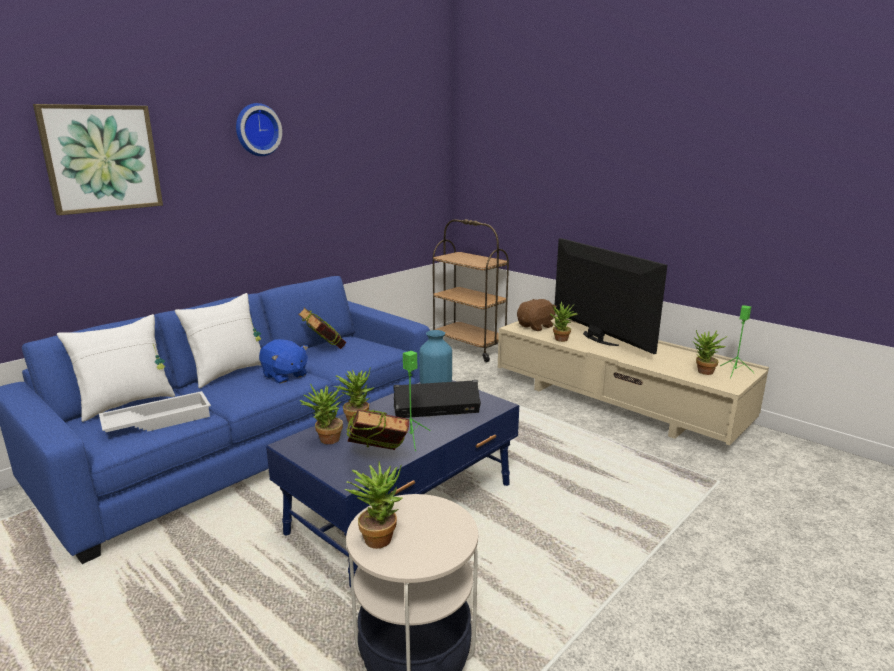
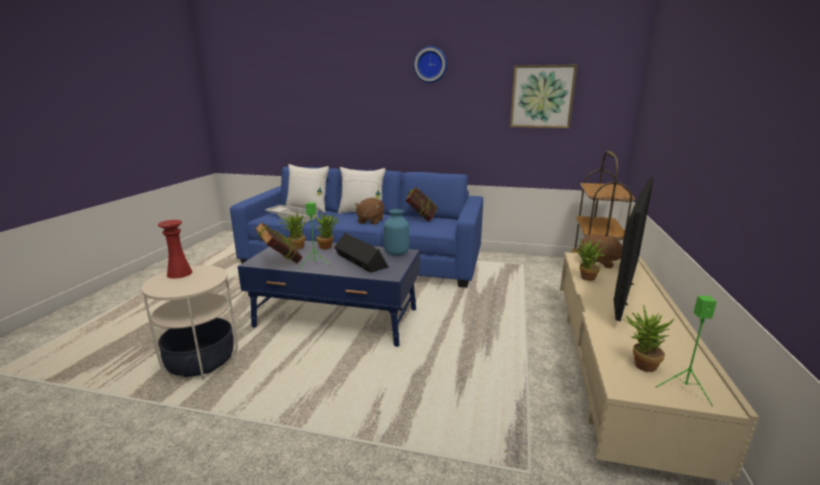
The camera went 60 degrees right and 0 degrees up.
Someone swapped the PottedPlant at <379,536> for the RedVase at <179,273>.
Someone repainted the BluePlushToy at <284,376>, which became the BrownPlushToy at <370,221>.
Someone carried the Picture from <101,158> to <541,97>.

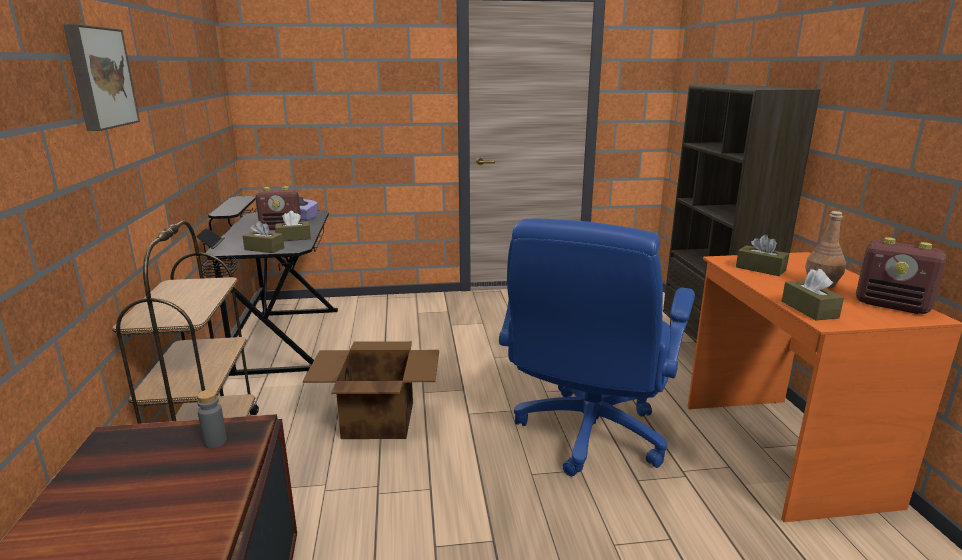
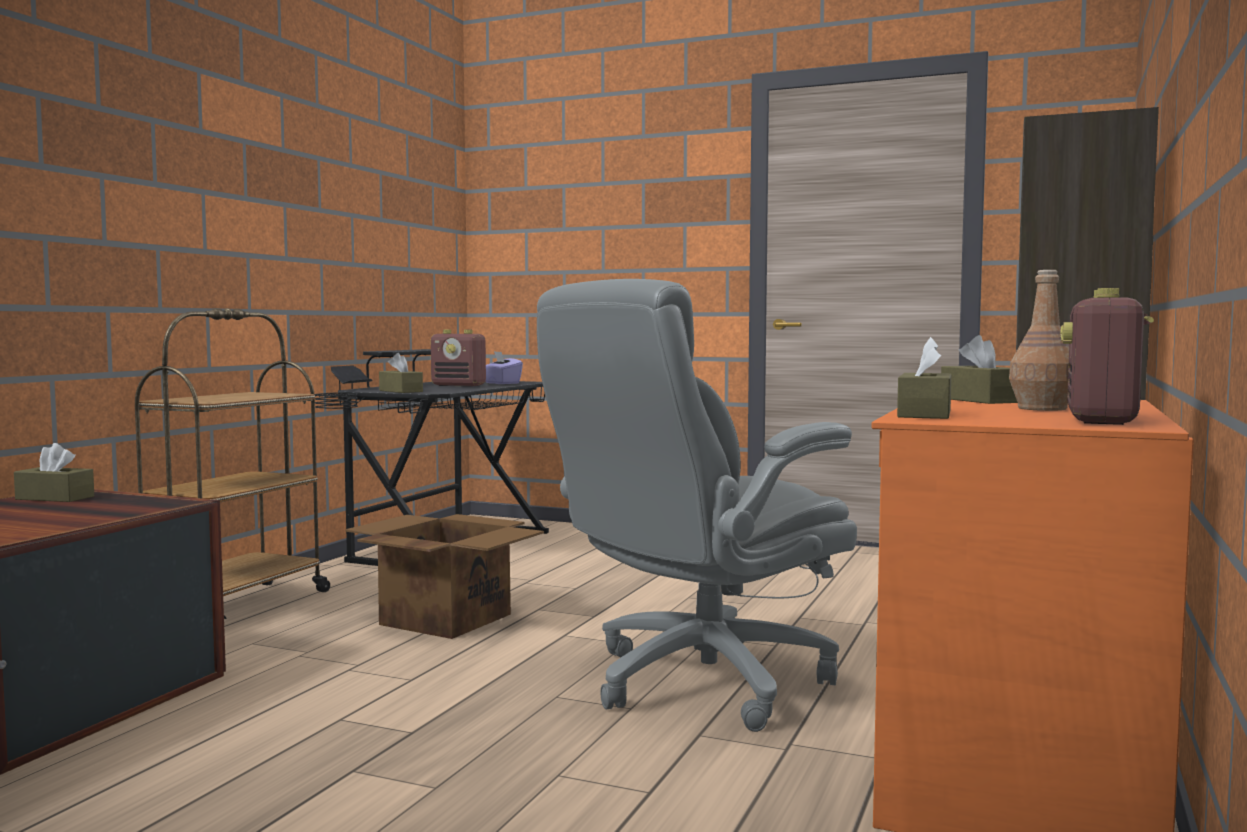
The camera went 30 degrees right and 15 degrees down.
Someone carried the BrownTissueBox from <293,238> to <55,498>.
Someone repainted the BlueOfficeChair at <586,436>, which became the GreyOfficeChair at <695,683>.
Someone rotated the Radio at <892,306> by 45 degrees clockwise.
Someone took away the Picture at <99,77>.
Someone took away the GreyBottle at <215,442>.

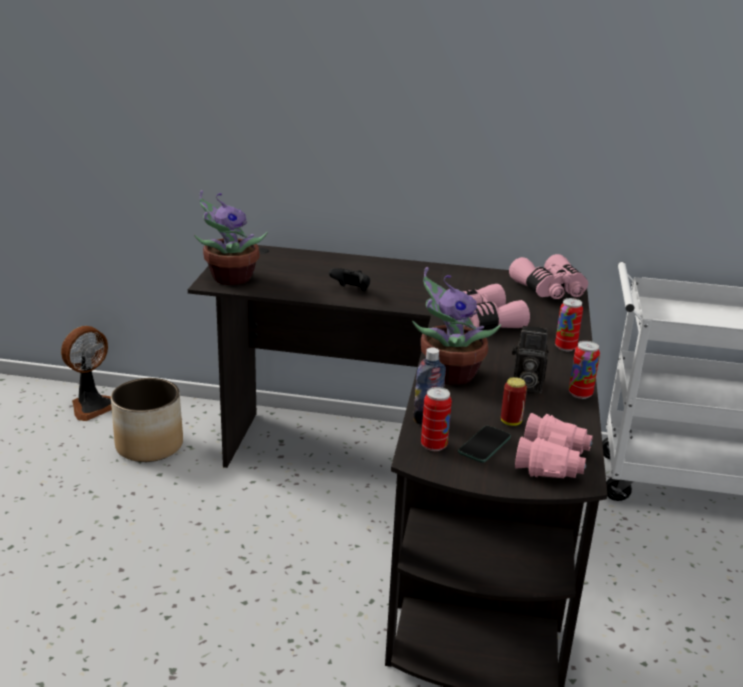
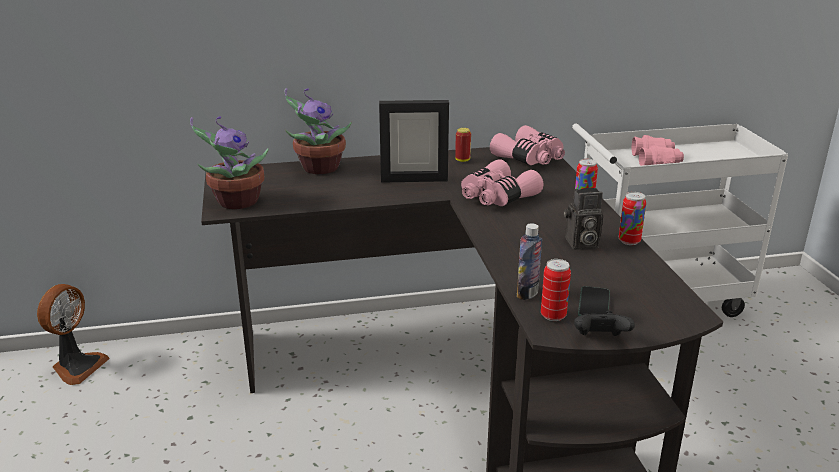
The camera went 20 degrees left and 0 degrees up.
Someone carried the PottedPlant from <448,374> to <318,168>.
Someone put down the PictureFrame at <414,179>.
Someone carried the Can from <511,422> to <462,160>.
Someone carried the BlackGameController from <351,290> to <600,339>.
Someone carried the PinkBinoculars from <552,461> to <656,161>.
Someone took away the Planter at <150,445>.

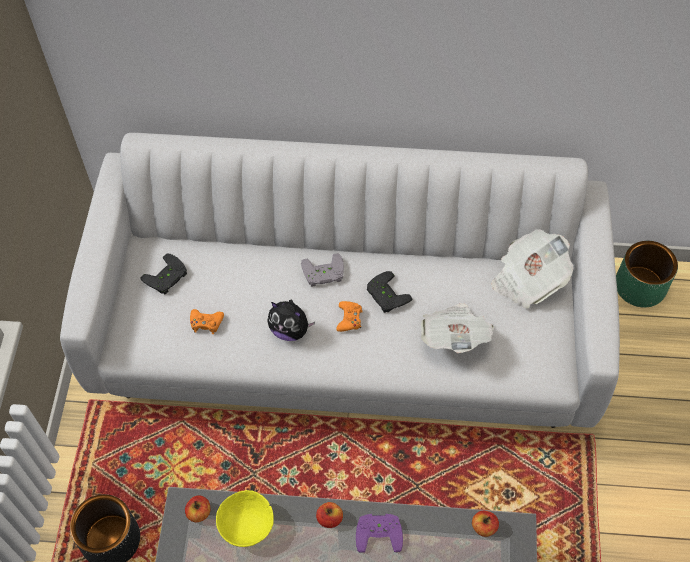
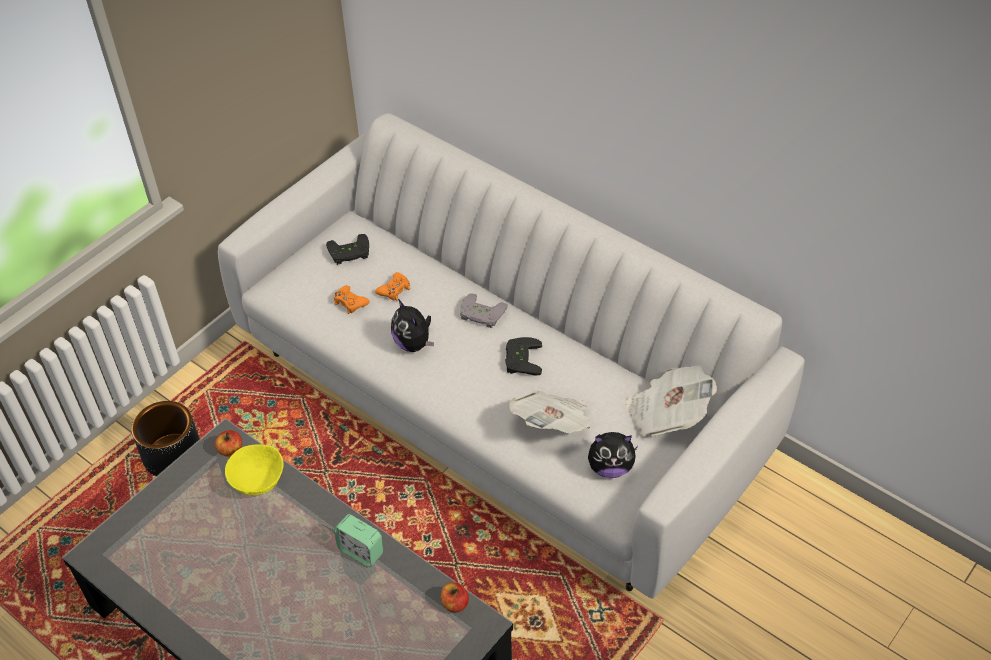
The camera went 35 degrees right and 10 degrees down.
Someone swapped the PurpleGameController at <379,531> for the AlarmClock at <361,551>.
Someone carried the OrangeGameController from <349,319> to <394,290>.
Someone put down the PlushToy at <610,467>.
Someone took away the Apple at <329,518>.
Someone took away the GreenPlanter at <640,286>.

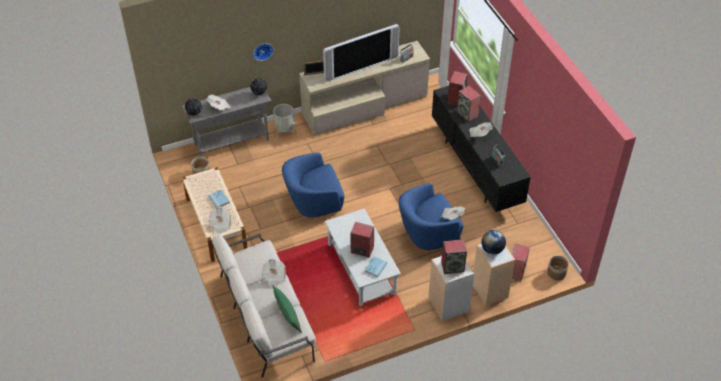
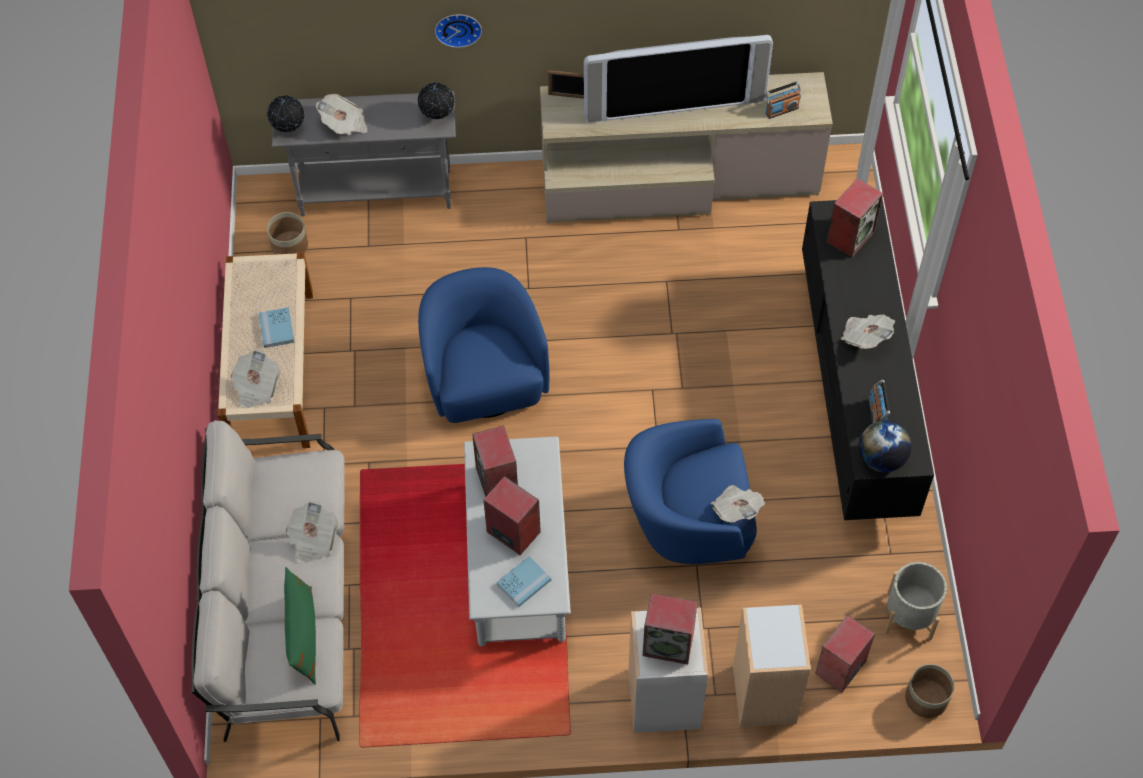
The camera went 20 degrees right and 10 degrees up.
Someone rotated the BlueArmchair at <314,203> by 75 degrees clockwise.
Someone carried the Speaker from <467,114> to <497,481>.
Someone carried the Globe from <492,249> to <881,459>.
Someone carried the GreyPlanter from <285,131> to <909,615>.

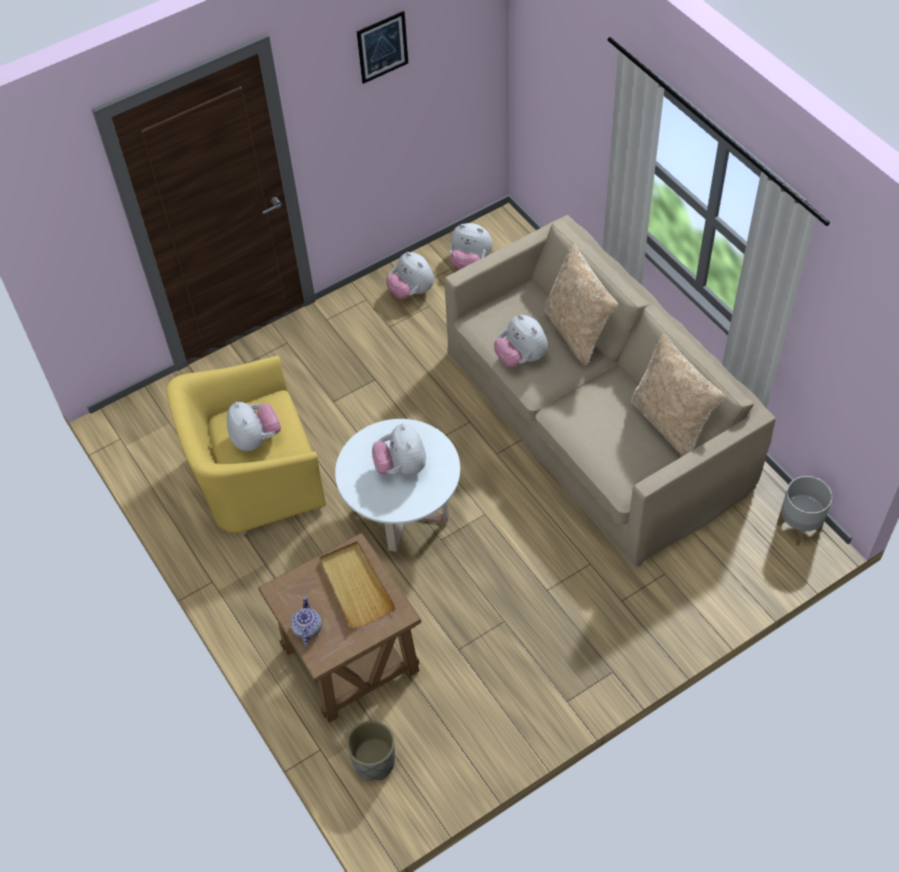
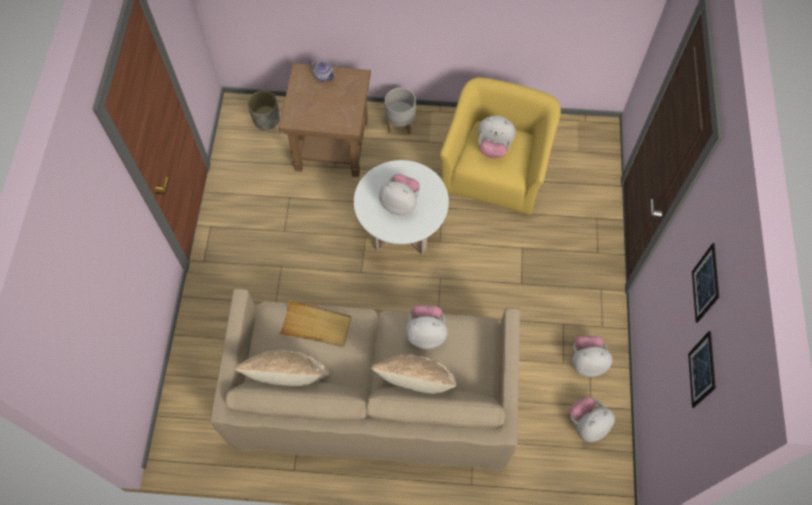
The camera went 125 degrees right and 10 degrees up.
Someone carried the BeigeTray from <356,586> to <316,325>.
Someone carried the GreyPlanter from <799,527> to <400,124>.
Someone put up the Picture at <702,370>.

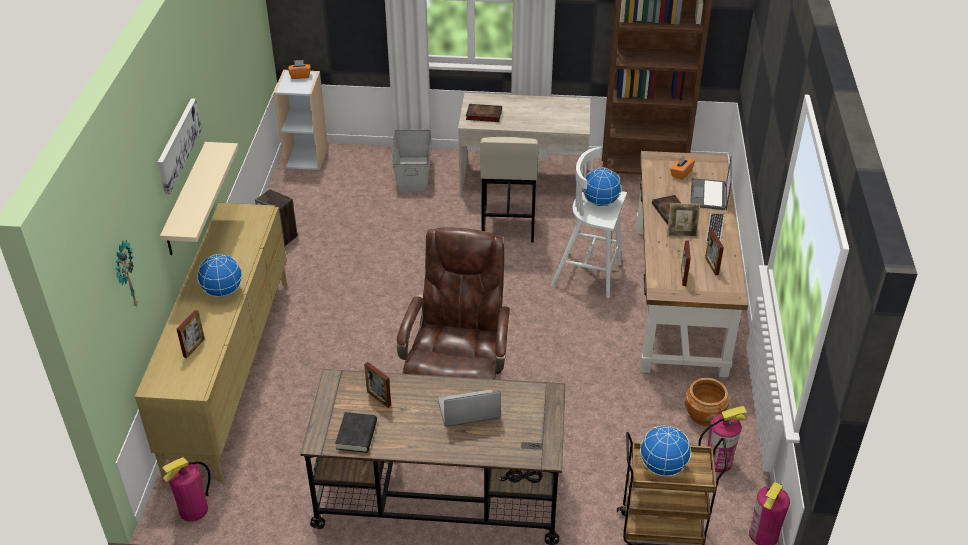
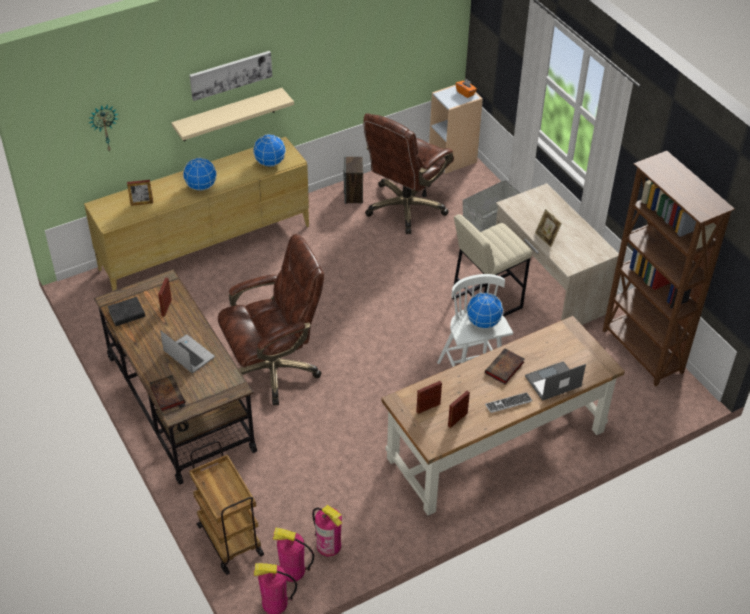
The camera went 55 degrees right and 5 degrees up.
Someone carried the Book from <483,115> to <166,394>.
Someone carried the Globe from <662,466> to <270,163>.
Someone carried the FireExtinguisher from <193,509> to <292,571>.
Someone put down the BrownOfficeChair at <406,206>.
Someone carried the PictureFrame from <681,233> to <546,238>.
Someone took away the OrangeTissueBox at <681,173>.
Someone took away the BrownPlanter at <703,415>.

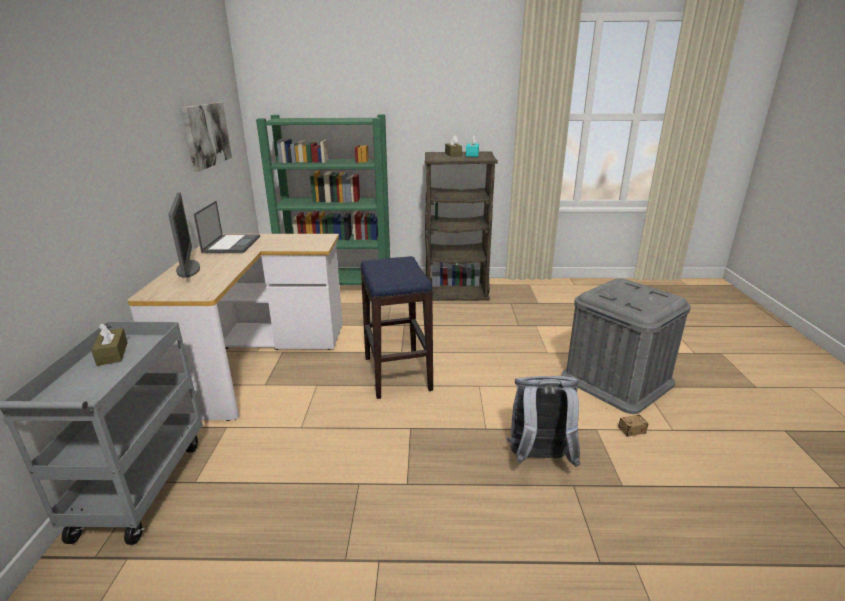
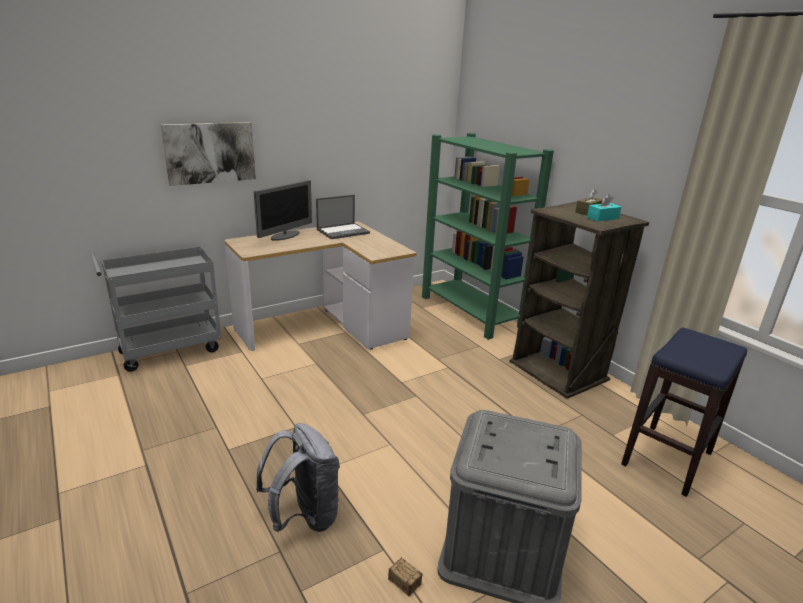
The camera went 55 degrees right and 0 degrees up.
Someone carried the Picture from <206,135> to <210,153>.
Someone carried the Stool from <397,374> to <667,459>.
Someone took away the BrownTissueBox at <112,353>.

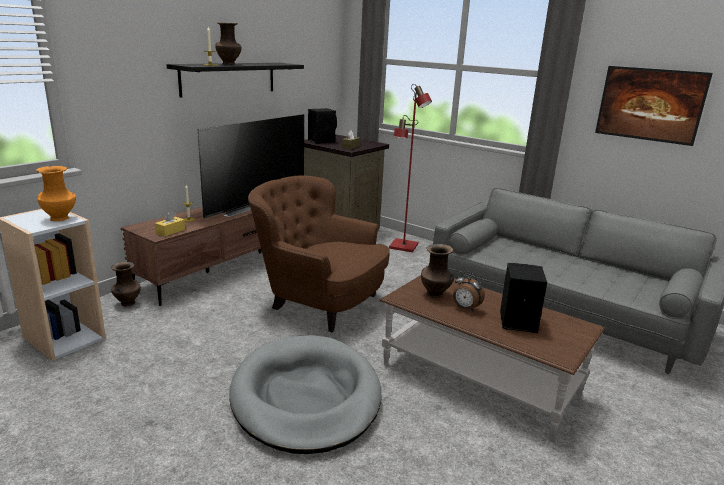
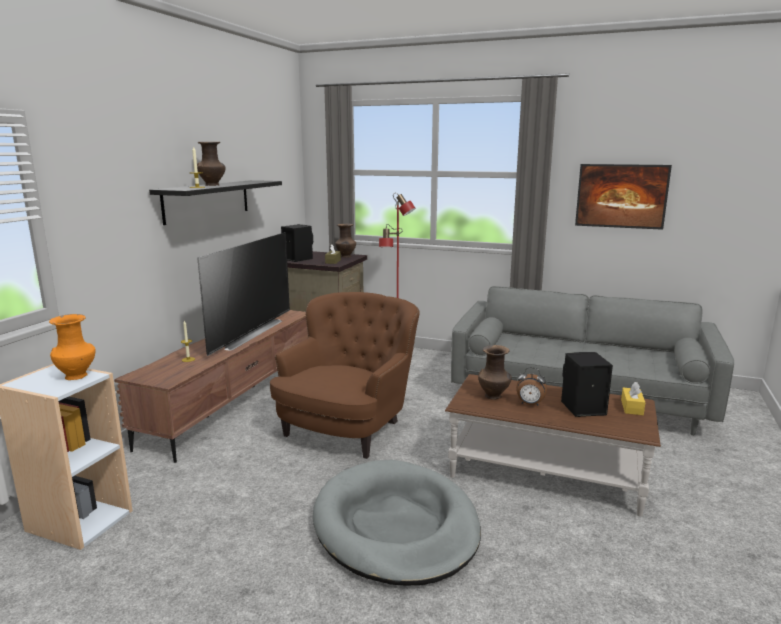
The camera went 15 degrees left and 5 degrees down.
Someone rotated the BrownArmchair at <319,302> by 105 degrees clockwise.
Someone carried the BrownVase from <127,304> to <346,256>.
Someone carried the YellowTissueBox from <170,231> to <632,407>.

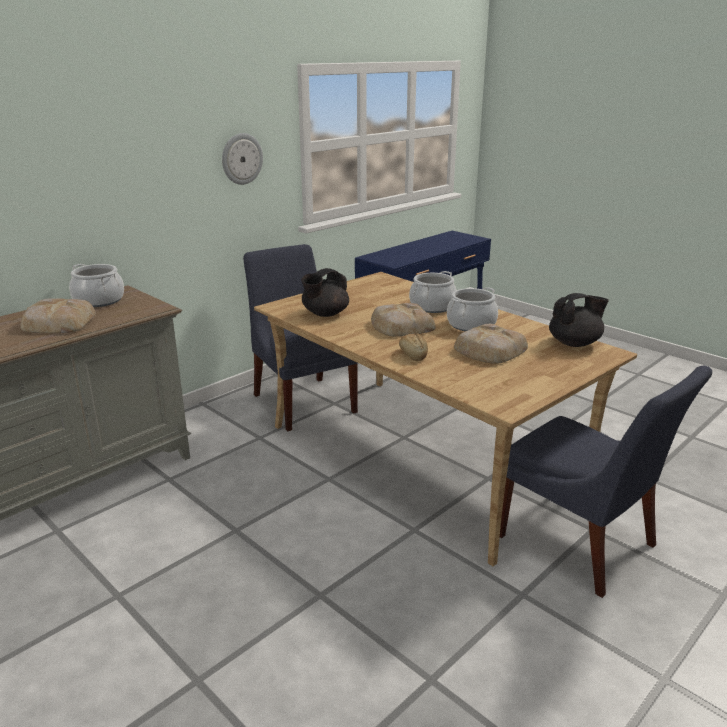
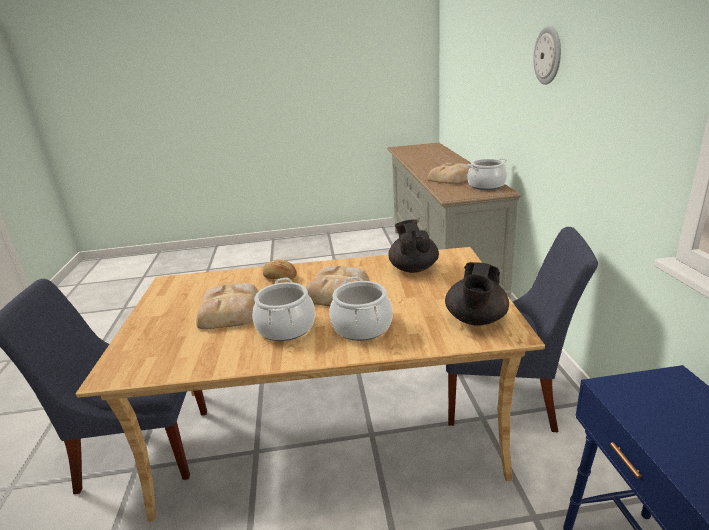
The camera went 130 degrees right and 0 degrees up.
Someone carried the BlackTeapot from <575,343> to <475,320>.
Someone carried the WallClock from <241,159> to <548,55>.

